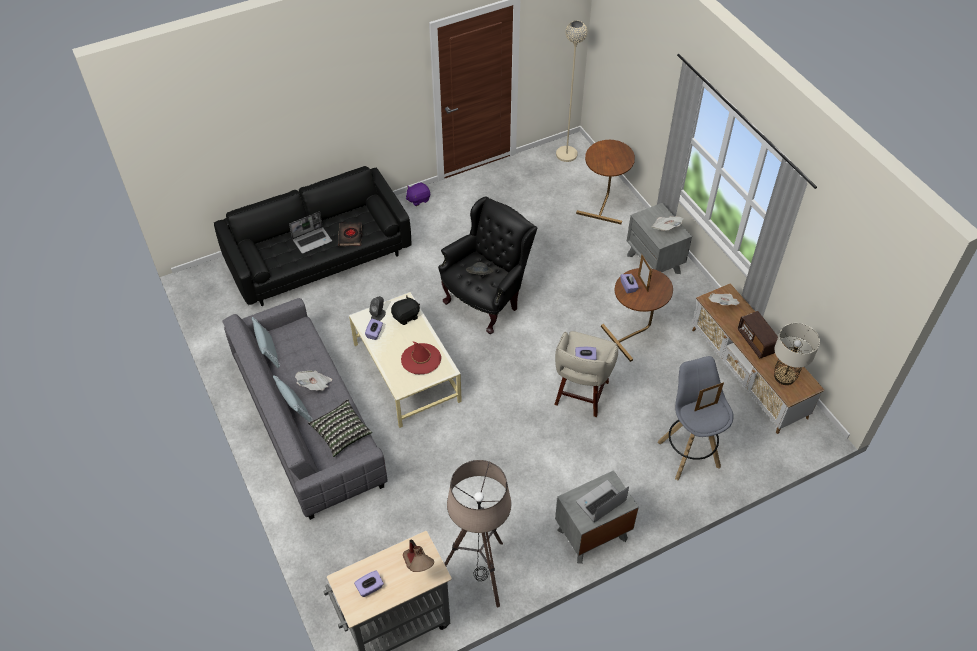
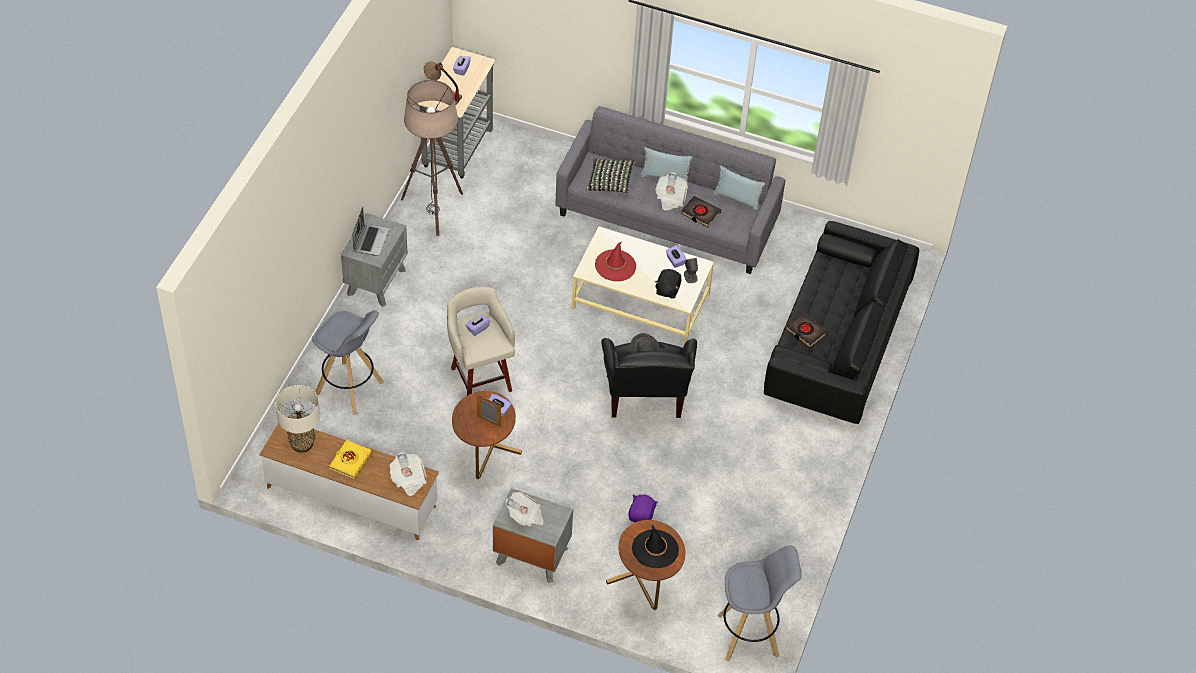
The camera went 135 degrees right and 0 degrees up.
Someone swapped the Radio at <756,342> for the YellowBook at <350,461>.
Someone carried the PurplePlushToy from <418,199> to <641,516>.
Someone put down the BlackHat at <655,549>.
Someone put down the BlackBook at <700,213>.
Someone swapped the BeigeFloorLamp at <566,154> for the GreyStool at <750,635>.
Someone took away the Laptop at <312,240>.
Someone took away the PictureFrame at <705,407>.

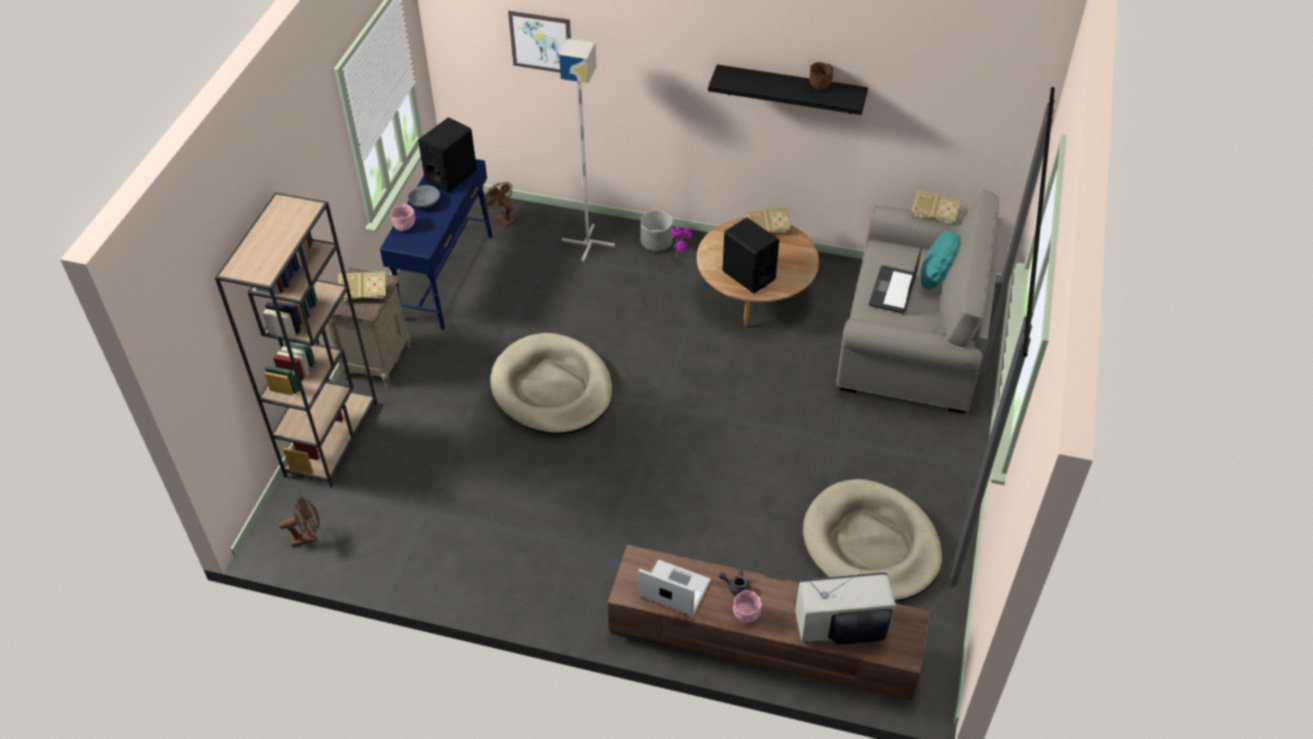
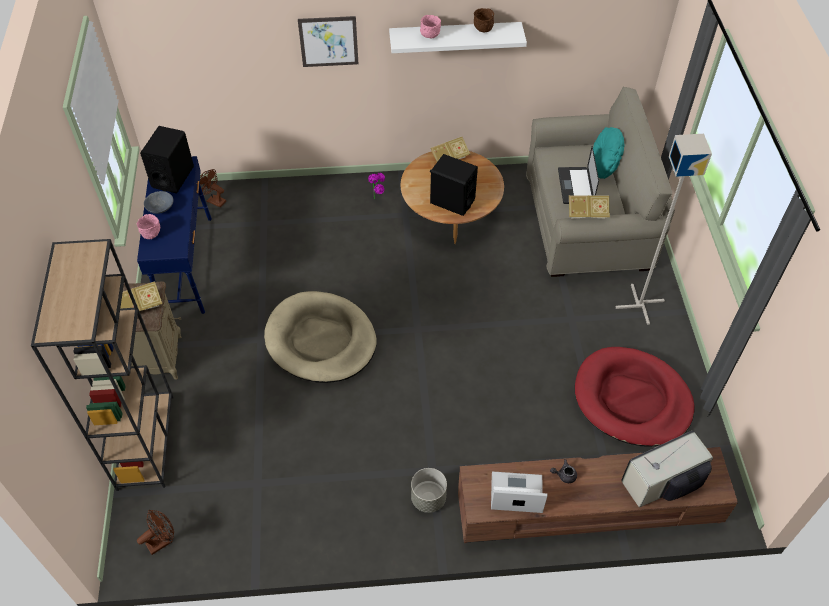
The camera went 20 degrees left and 5 degrees up.
Someone carried the Picture from <541,42> to <328,41>.
Someone repainted the BlackShelf at <790,89>, which became the WhiteShelf at <455,37>.
Someone carried the GreyPlanter from <656,244> to <428,498>.
Someone carried the PinkBowl from <745,616> to <429,36>.
Someone carried the Book from <934,215> to <587,213>.
Someone repainted the BeigeDogBed at <871,545>, which became the RedDogBed at <632,399>.
Someone carried the GreyFloorLamp from <589,243> to <640,304>.

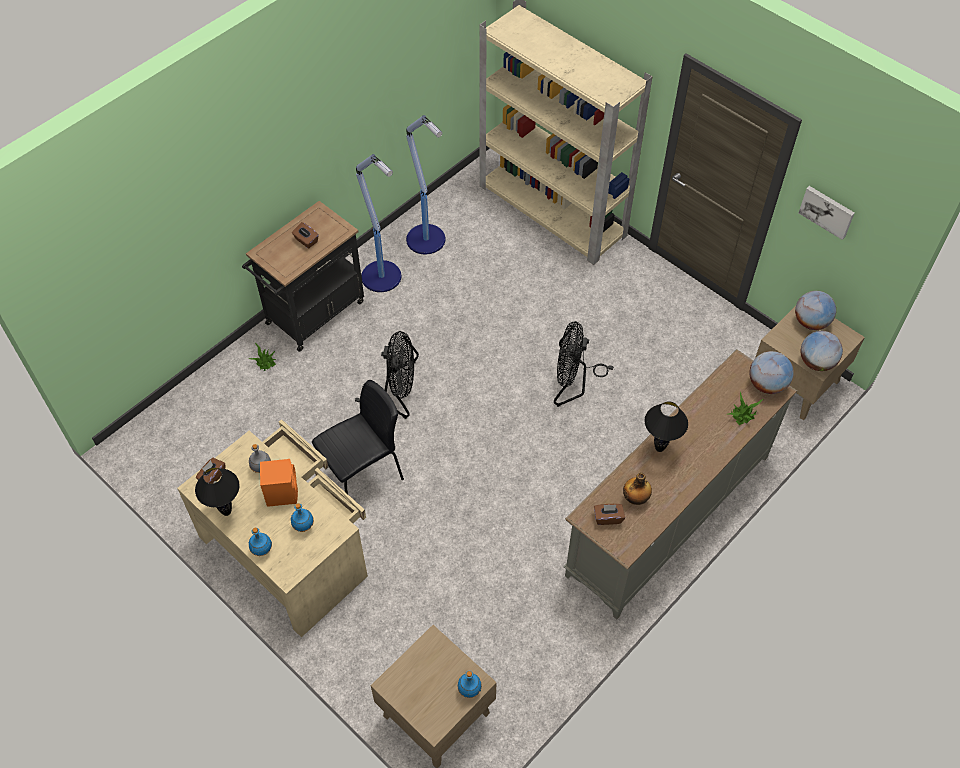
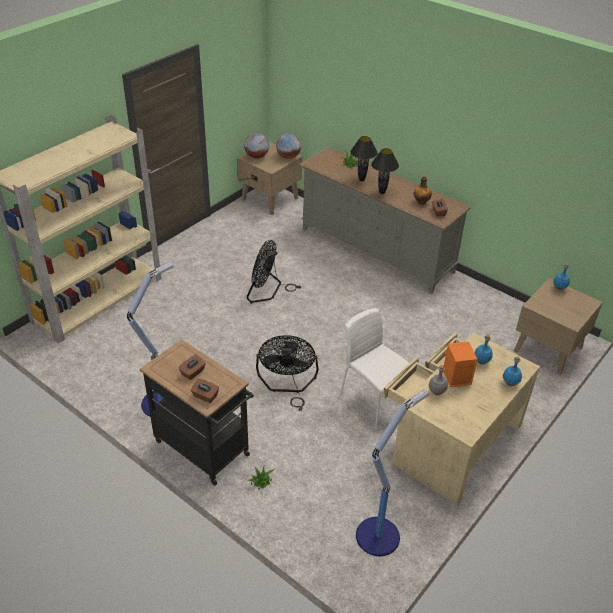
The camera went 95 degrees left and 15 degrees down.
Someone carried the BrownTissueBox from <212,476> to <205,396>.
Someone rotated the BlackFan at <574,377> by 105 degrees clockwise.
Someone repainted the BlackChair at <363,474>, which became the WhiteChair at <372,399>.
Someone carried the BlackTableLamp from <226,512> to <361,180>.
Someone carried the FloorLamp from <427,240> to <379,535>.
Someone took away the Globe at <766,384>.
Someone took away the Picture at <827,211>.

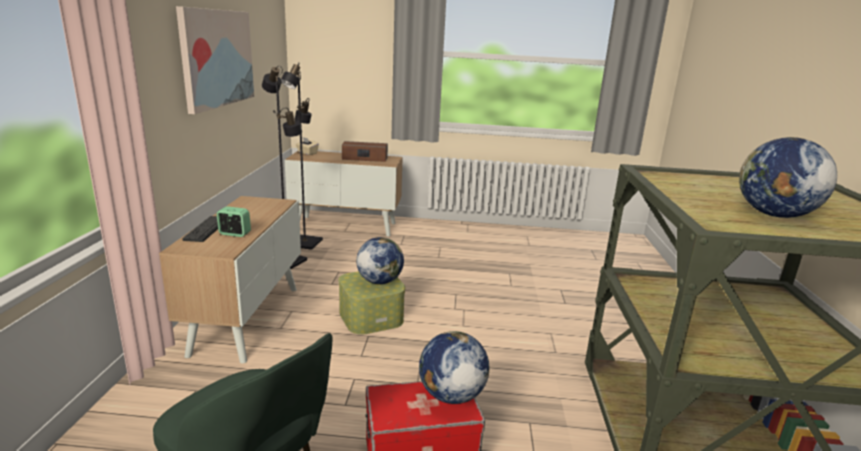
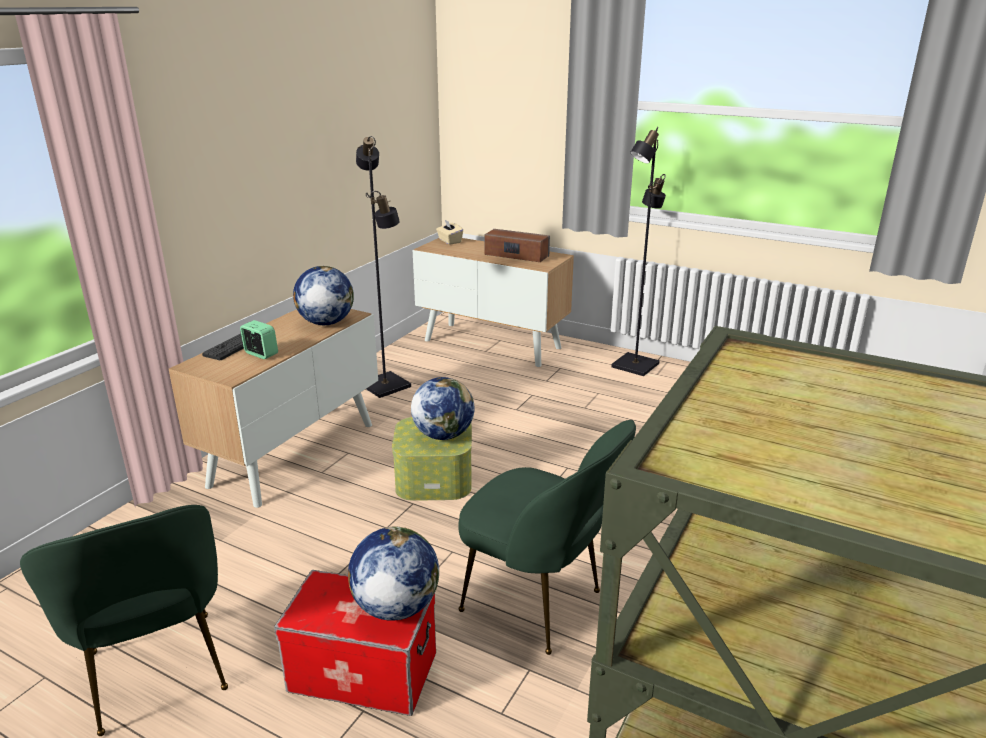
The camera went 25 degrees right and 5 degrees up.
Someone carried the Globe from <774,215> to <326,323>.
Someone put down the GreenChair at <540,607>.
Someone carried the BlackFloorLamp from <305,243> to <635,365>.
Someone took away the Picture at <217,58>.

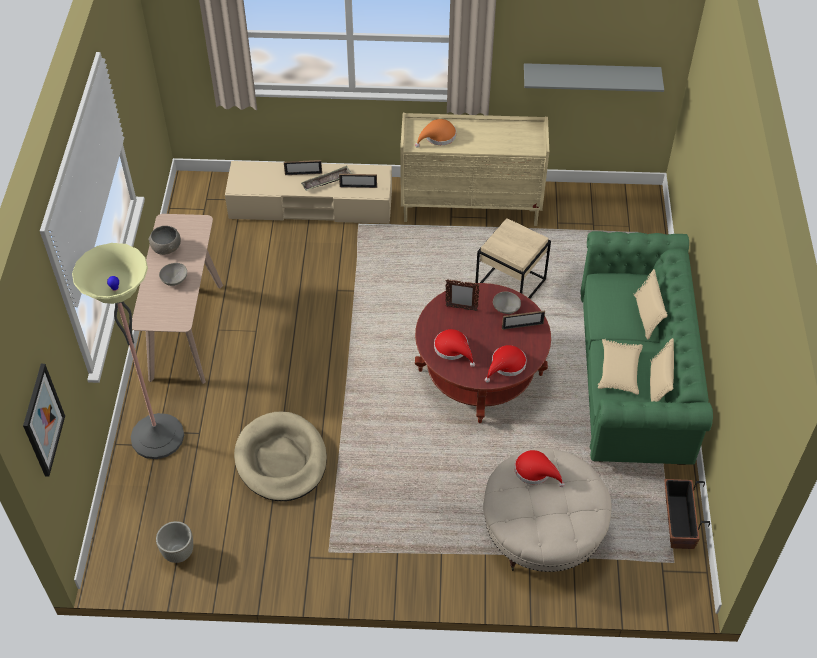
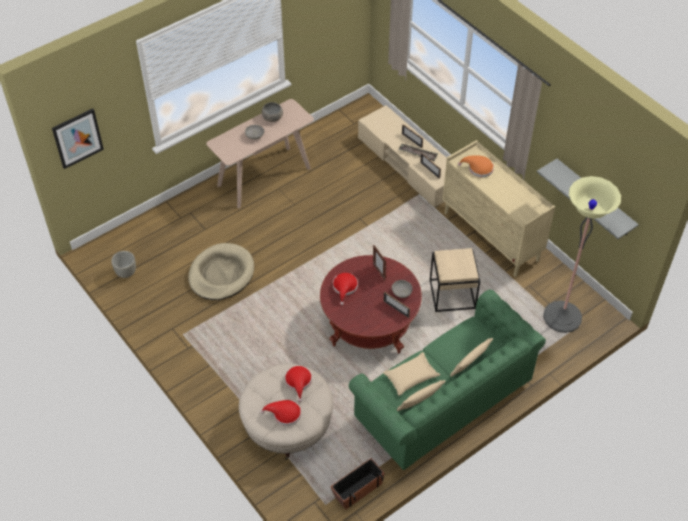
The camera went 50 degrees right and 0 degrees up.
Someone carried the RedHat from <506,365> to <284,414>.
Someone carried the FloorLamp from <157,437> to <562,317>.

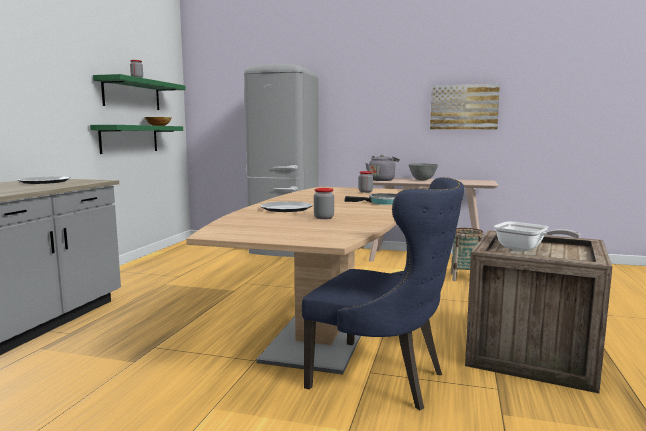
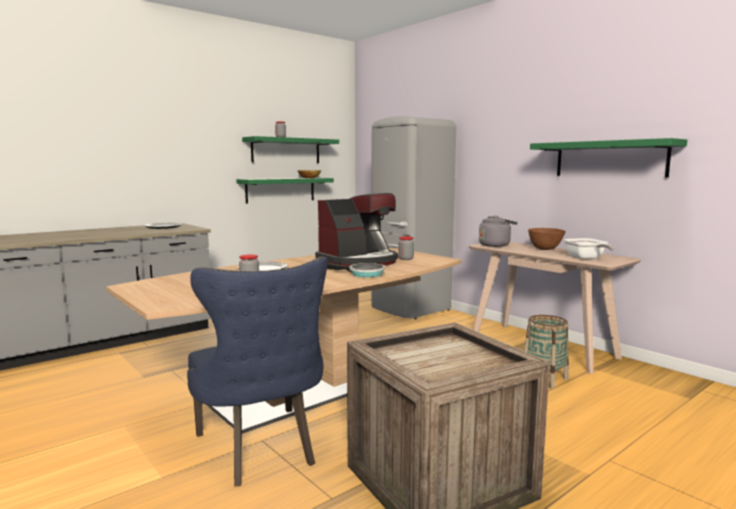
The camera went 35 degrees right and 0 degrees up.
Someone put down the CoffeeMachine at <359,261>.
Someone repainted the GreyBowl at <422,180>, which became the BrownBowl at <545,249>.
Someone swapped the Picture at <464,107> for the GreenShelf at <609,159>.
Someone carried the FryingPan from <525,249> to <586,258>.

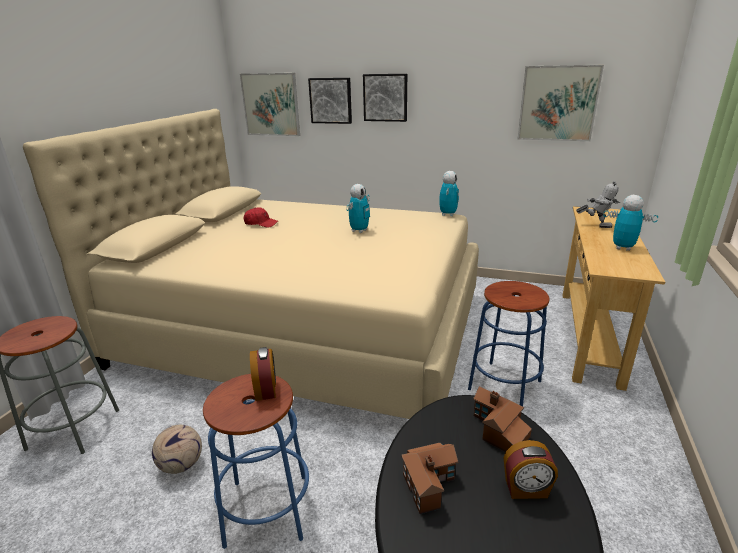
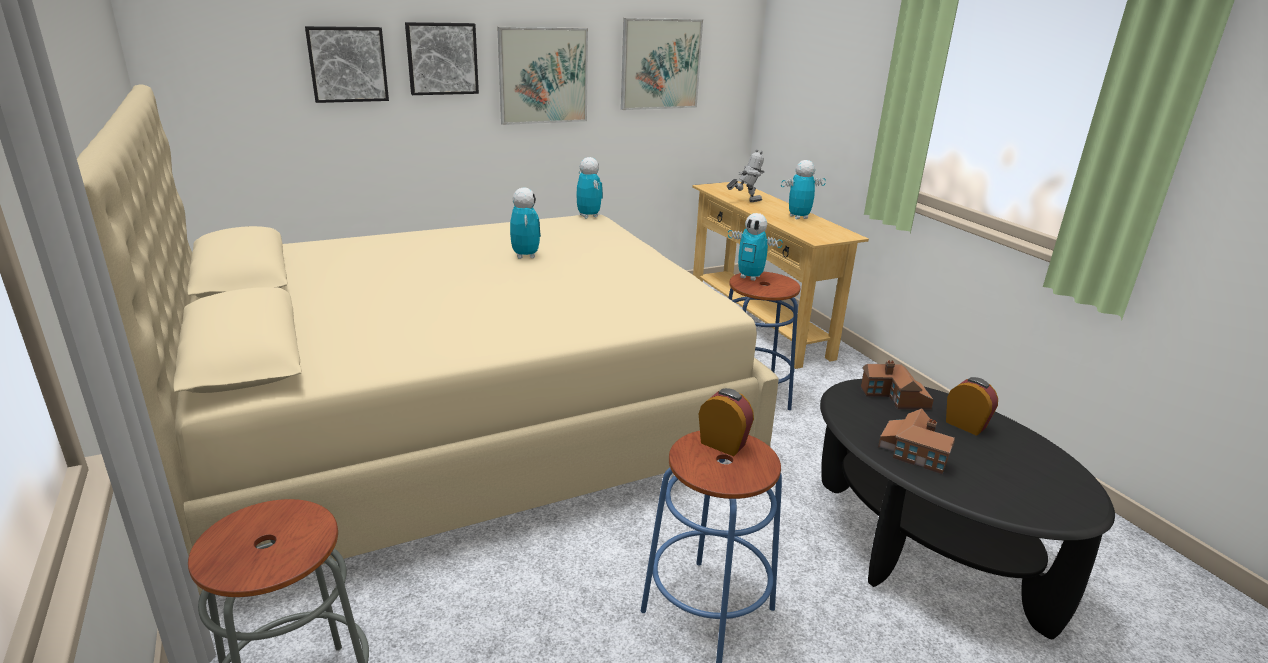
The camera went 45 degrees left and 0 degrees up.
Someone carried the Picture from <271,104> to <543,75>.
Someone put down the ToyRobot at <750,277>.
Someone rotated the AlarmClock at <526,489> by 90 degrees counterclockwise.
Someone took away the Football at <180,465>.
Someone took away the RedCap at <261,223>.

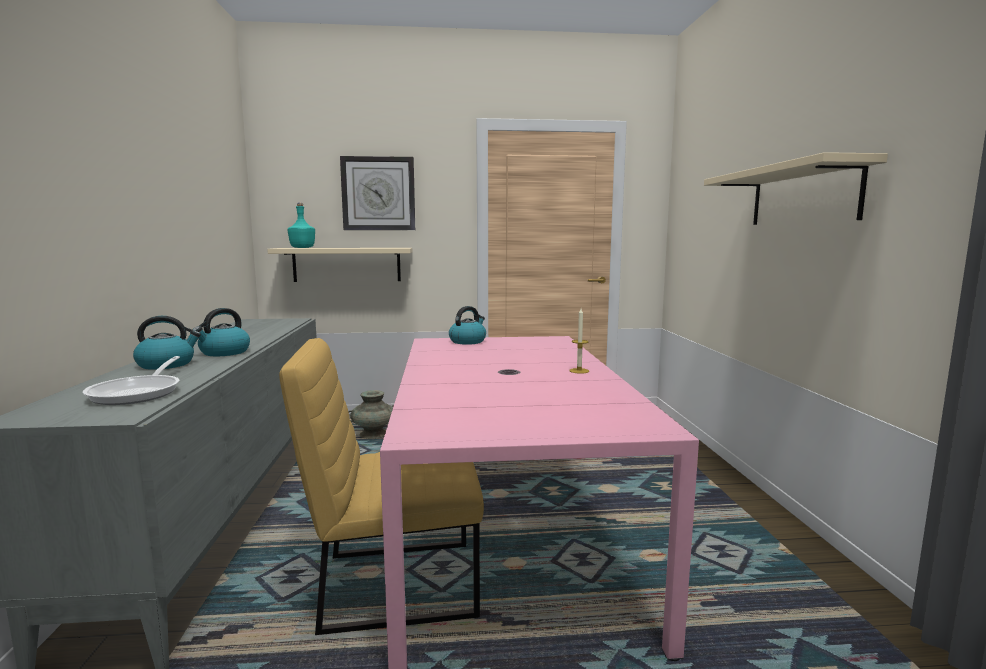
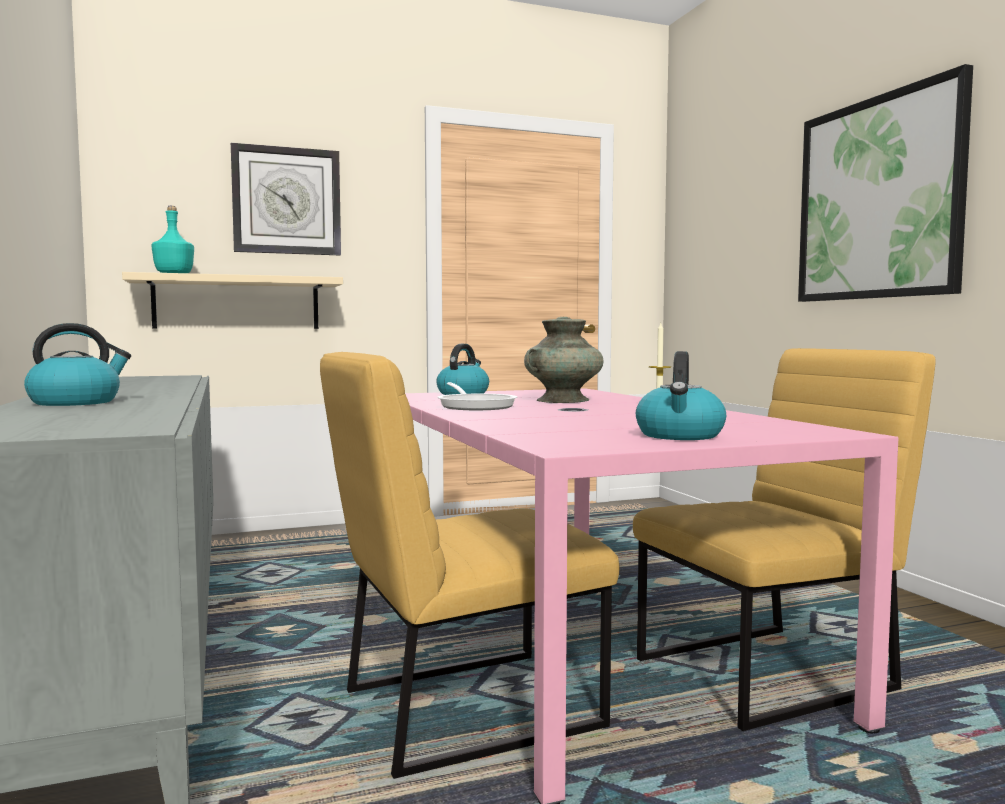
The camera went 15 degrees left and 5 degrees down.
Someone carried the FryingPan from <140,392> to <475,406>.
Someone carried the TurquoiseVase from <373,434> to <562,400>.
Someone put down the YellowChair at <770,673>.
Someone carried the Kettle from <224,352> to <680,435>.
Someone swapped the BeigeShelf at <803,196> for the Picture at <878,198>.

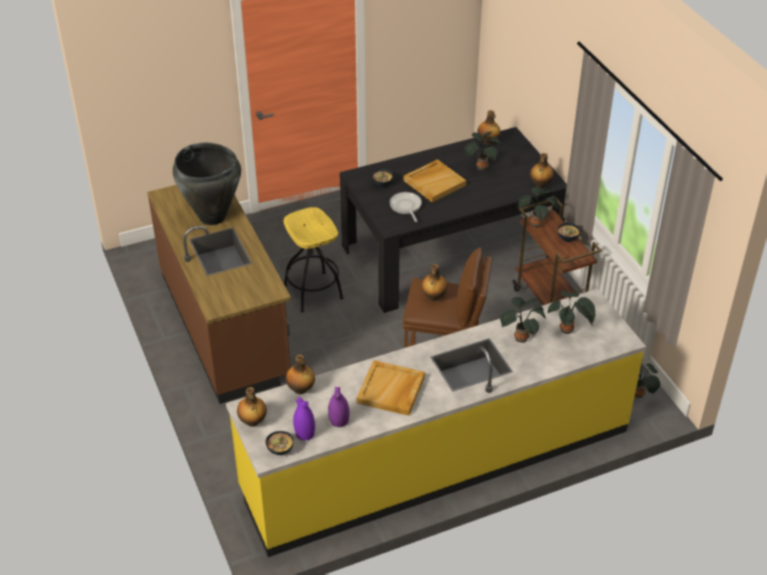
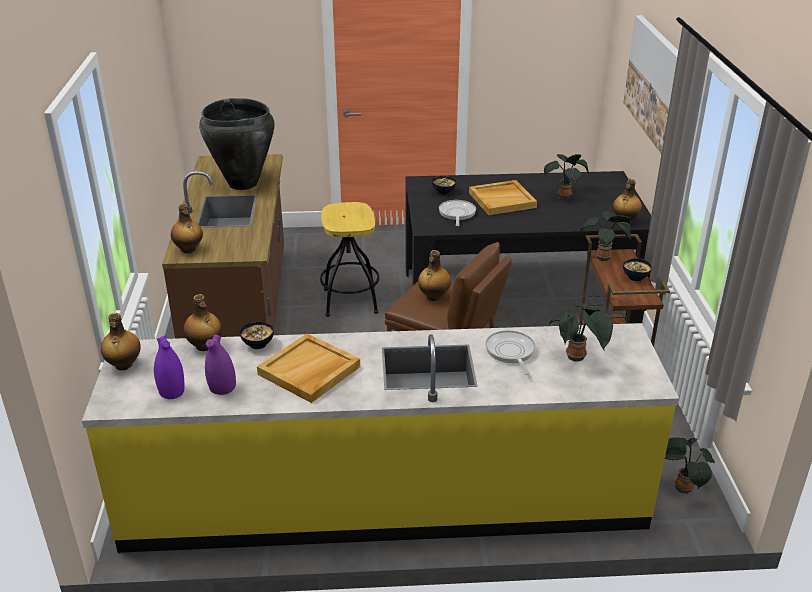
The camera went 20 degrees right and 10 degrees down.
Someone carried the Bottle from <488,142> to <188,250>.
Someone carried the Bowl from <279,449> to <258,344>.
Someone swapped the PottedPlant at <521,337> for the FryingPan at <510,352>.
Someone put up the Picture at <655,82>.

